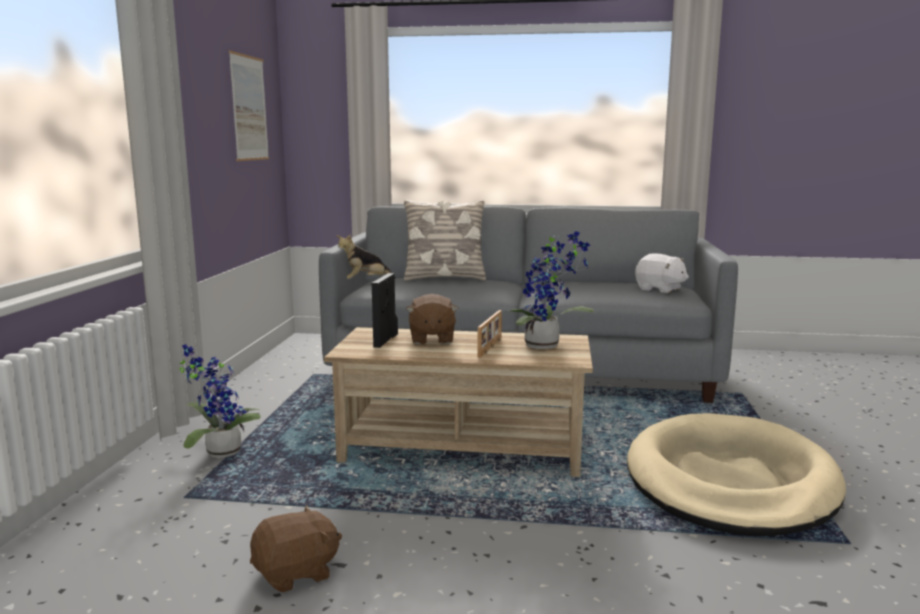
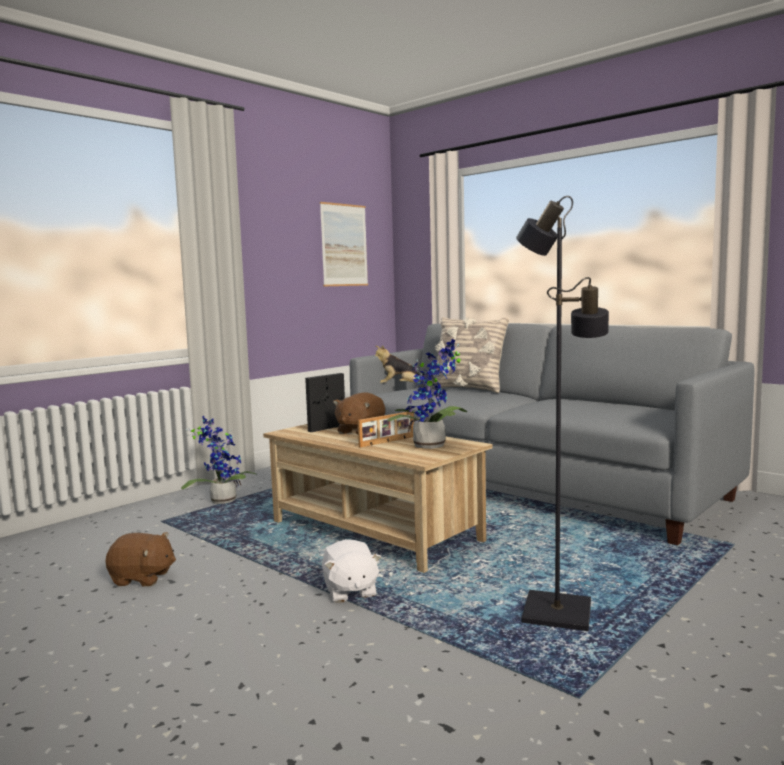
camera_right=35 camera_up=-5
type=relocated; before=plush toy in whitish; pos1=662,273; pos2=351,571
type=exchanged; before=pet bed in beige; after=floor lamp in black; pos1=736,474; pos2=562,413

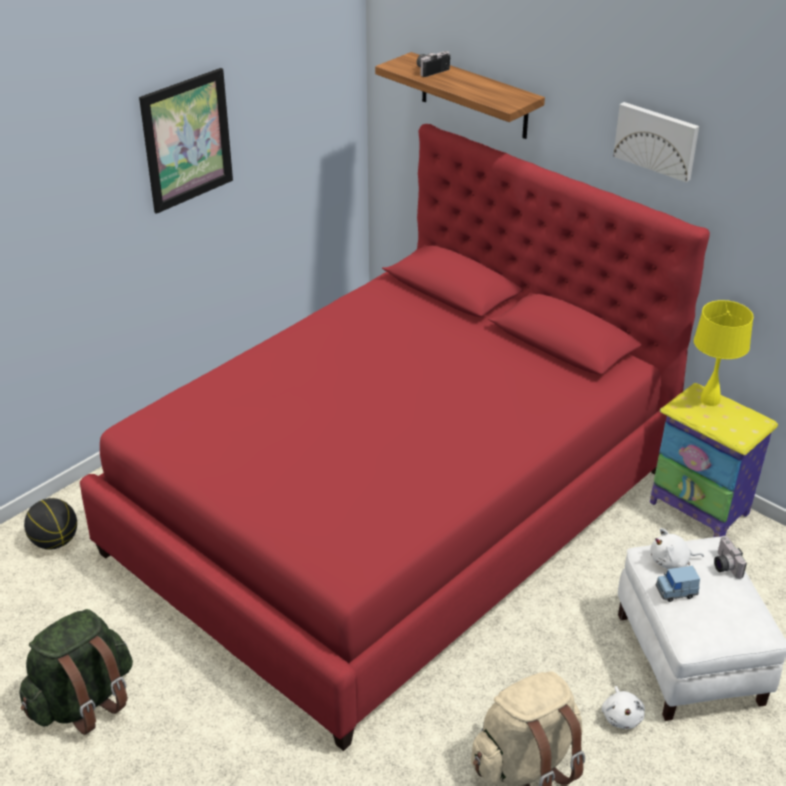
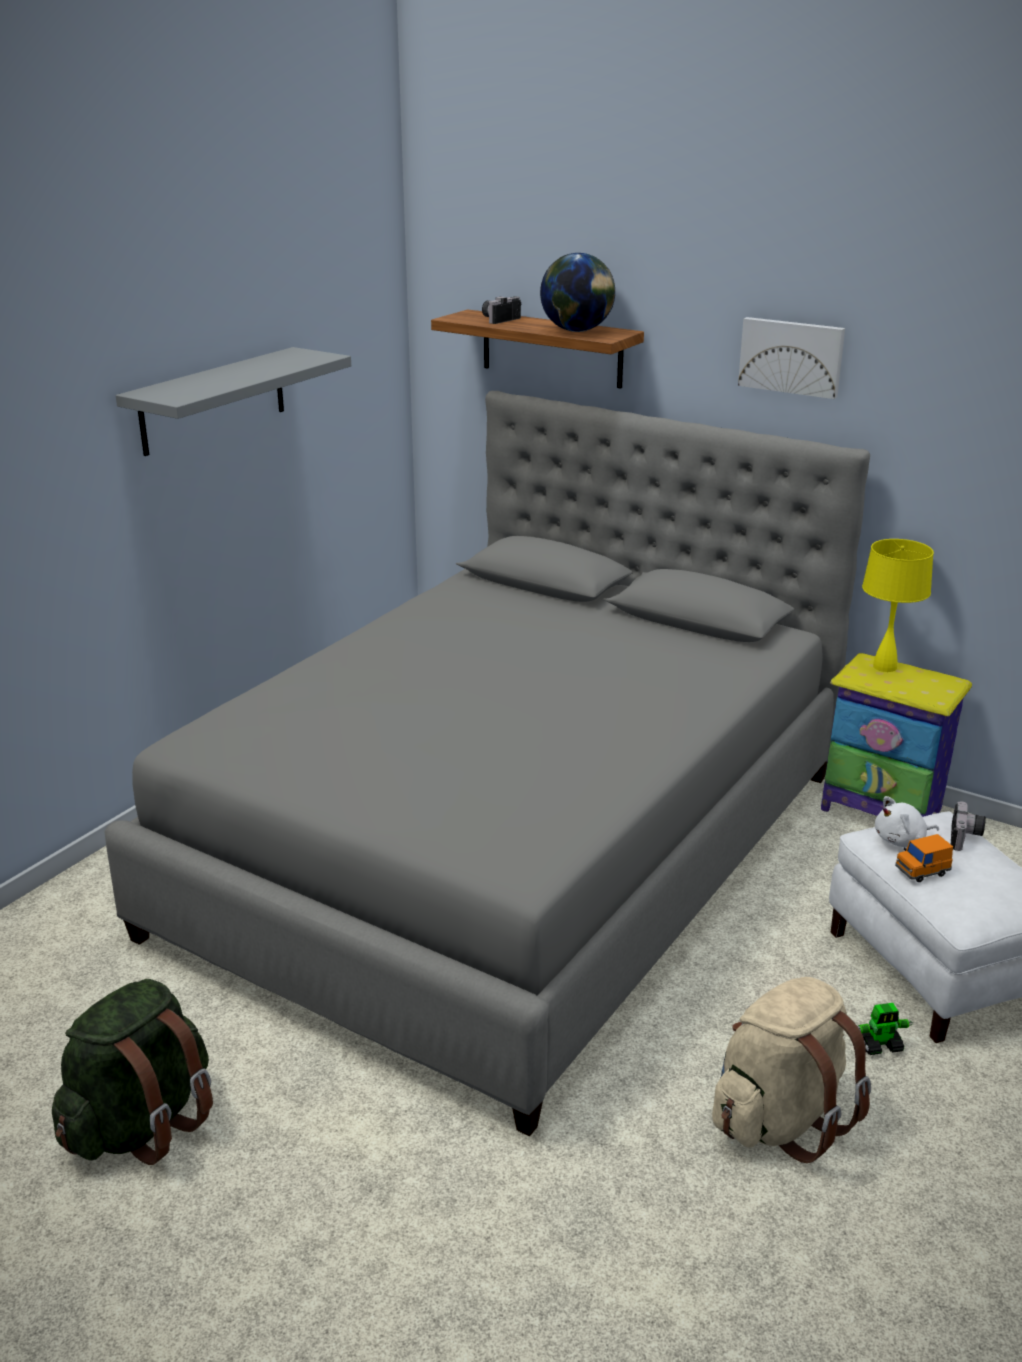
camera_right=-10 camera_up=-10
type=exchanged; before=wall art; after=bracket shelf in gray; pos1=186,141; pos2=233,401
type=colour; before=bedroom bed in reddish; after=bedroom bed in gray; pos1=395,437; pos2=487,764
type=missing; before=basketball ball; pos1=50,524
type=spun; before=photo camera; pos1=730,557; pos2=968,826; turn=-135
type=colour; before=miniature car in blue-coloured; after=miniature car in orange-coloured; pos1=678,584; pos2=924,858
type=exchanged; before=plush toy in whitish; after=robot figure; pos1=623,707; pos2=885,1029
type=appeared; after=world globe; pos2=577,292

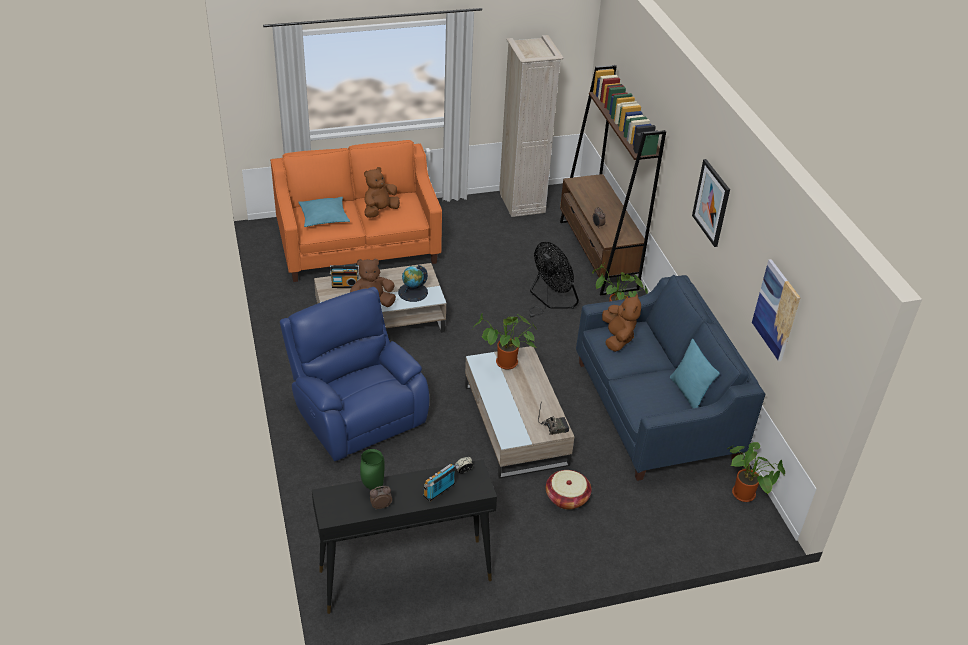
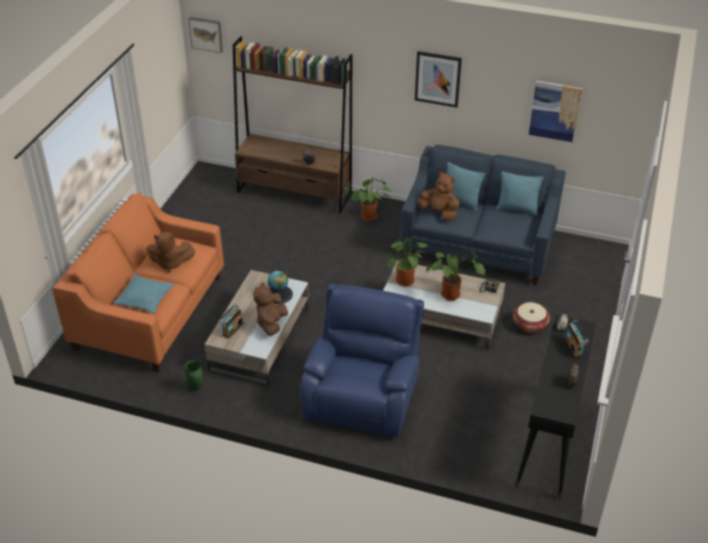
camera_right=-55 camera_up=0
type=missing; before=cabinet in beige; pos1=531,126
type=spun; before=plush toy in brown-coloured; pos1=382,192; pos2=170,252; turn=-75
type=missing; before=electric fan in black; pos1=554,279
type=spun; before=lounge chair in blue-coloured; pos1=354,374; pos2=362,361; turn=105
type=relocated; before=plant in a pot; pos1=756,472; pos2=455,275
type=relocated; before=vase in green-coloured; pos1=372,469; pos2=194,375
type=appeared; after=wall art; pos2=206,35
type=appeared; after=throw pillow in blue-green; pos2=466,186

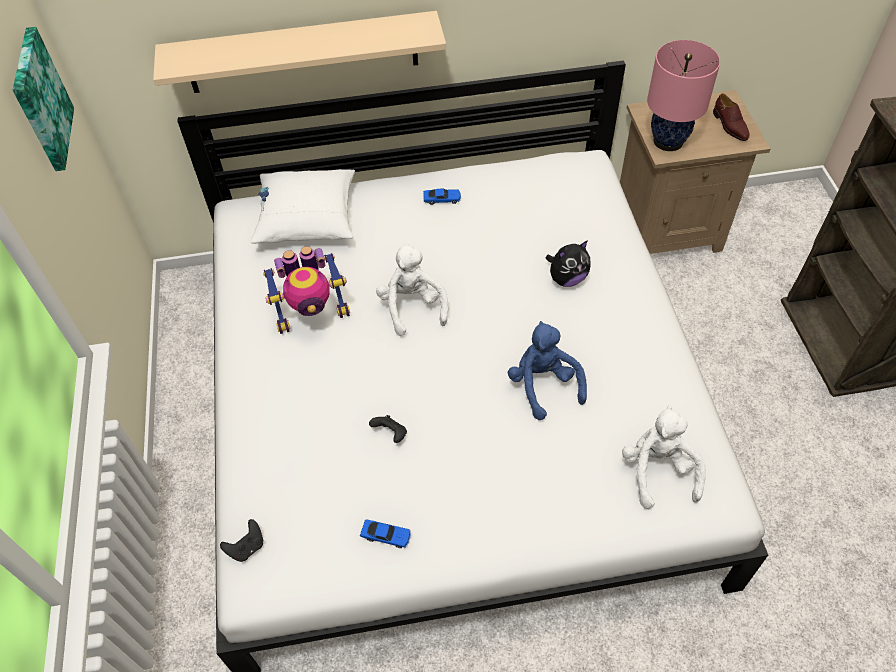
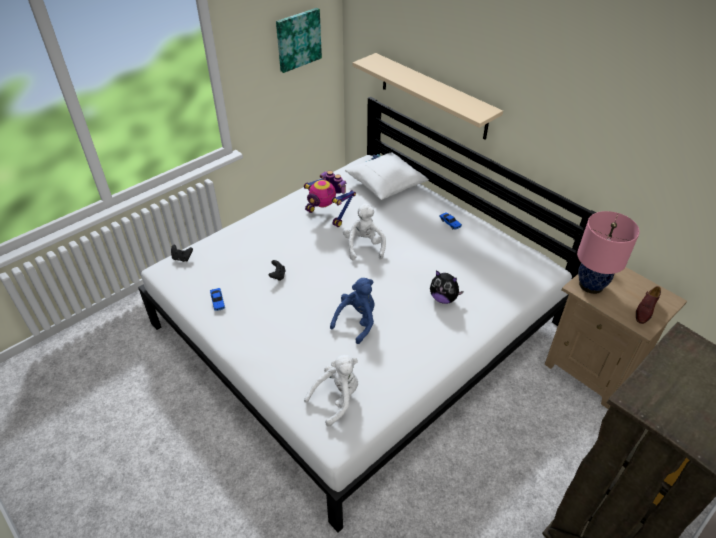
camera_right=55 camera_up=-10
type=spun; before=plush toy in whitish; pos1=412,289; pos2=364,232; turn=-45

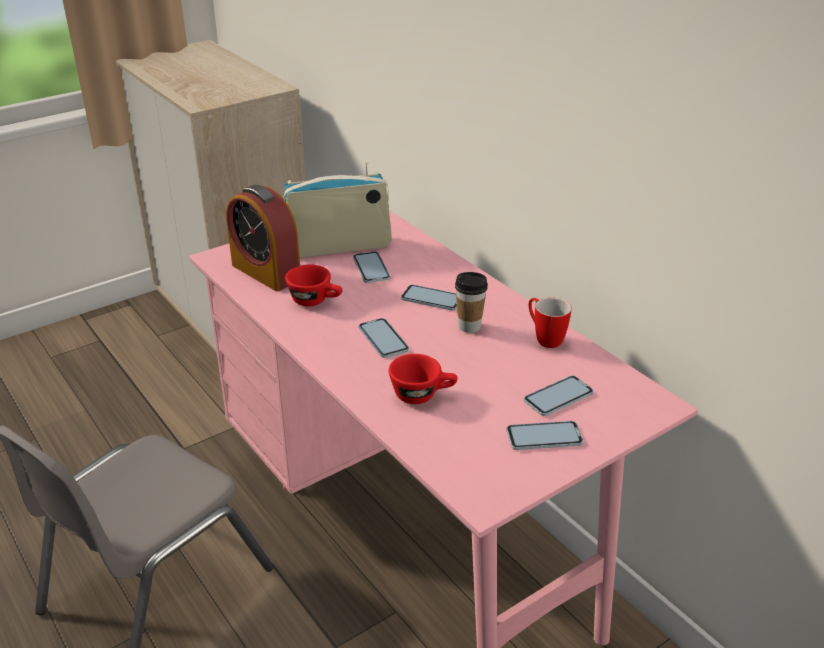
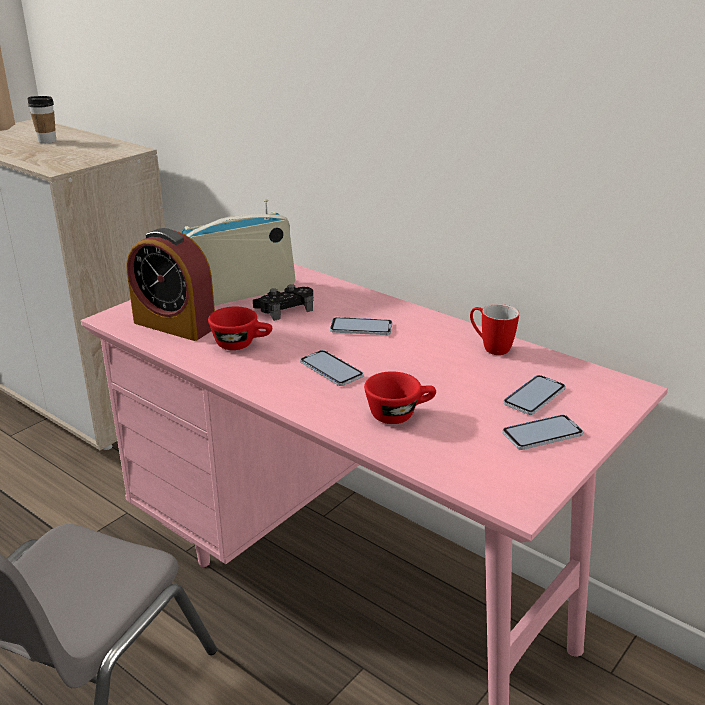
camera_right=-15 camera_up=-5
type=exchanged; before=handset; after=gamepad in black; pos1=371,267; pos2=283,302
type=relocated; before=cup; pos1=471,302; pos2=42,119

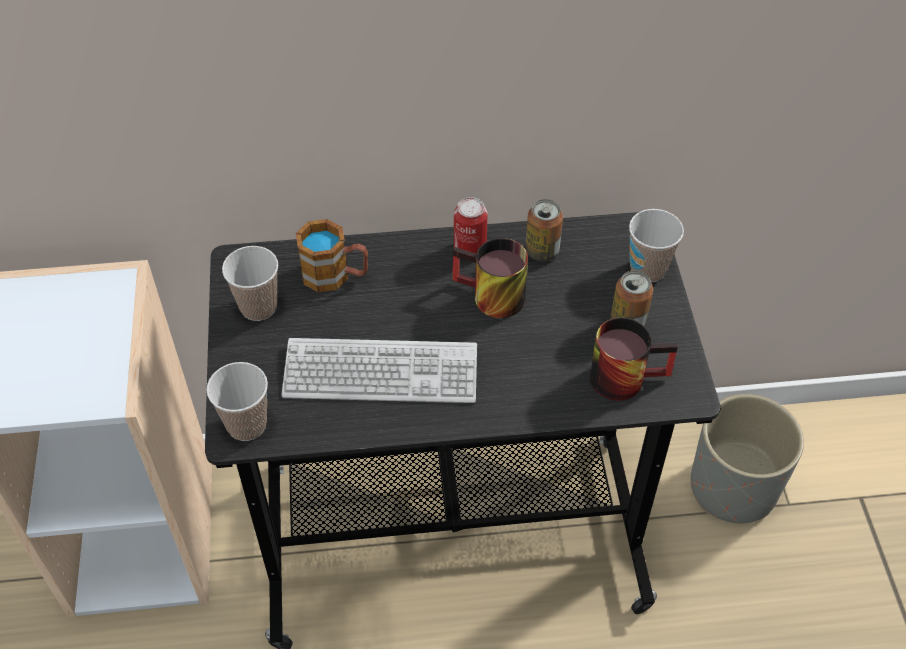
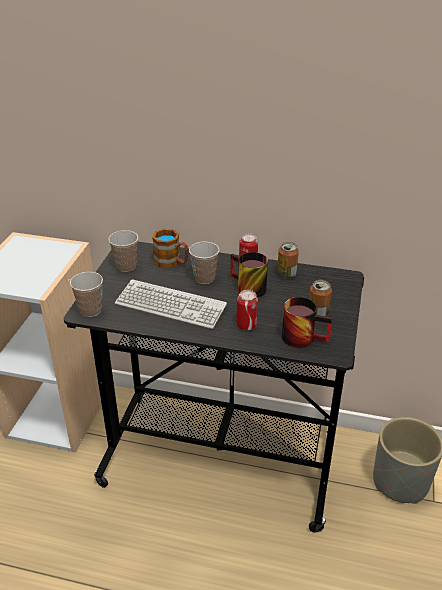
camera_right=20 camera_up=-15
type=relocated; before=cup; pos1=656,245; pos2=204,263
type=appeared; after=can; pos2=247,310

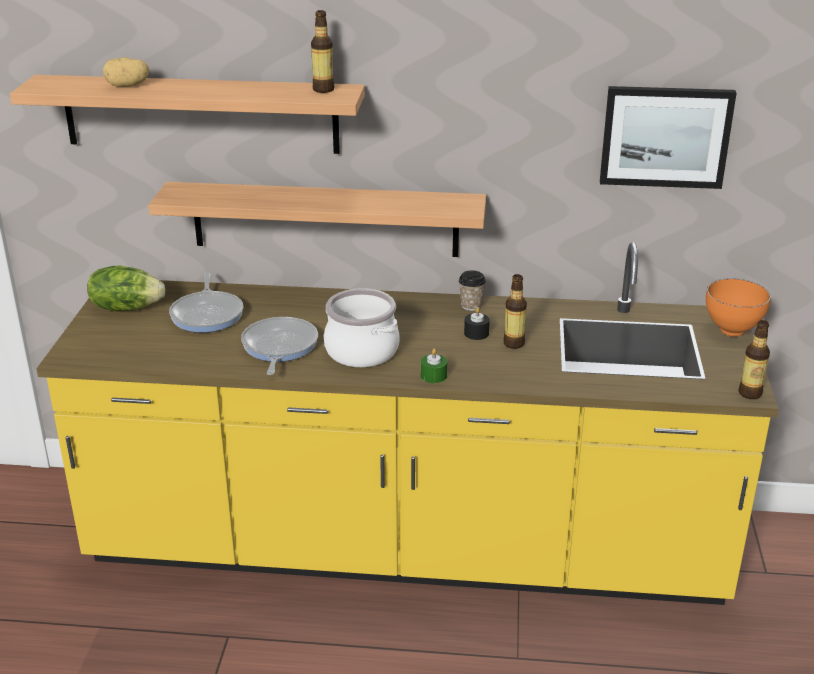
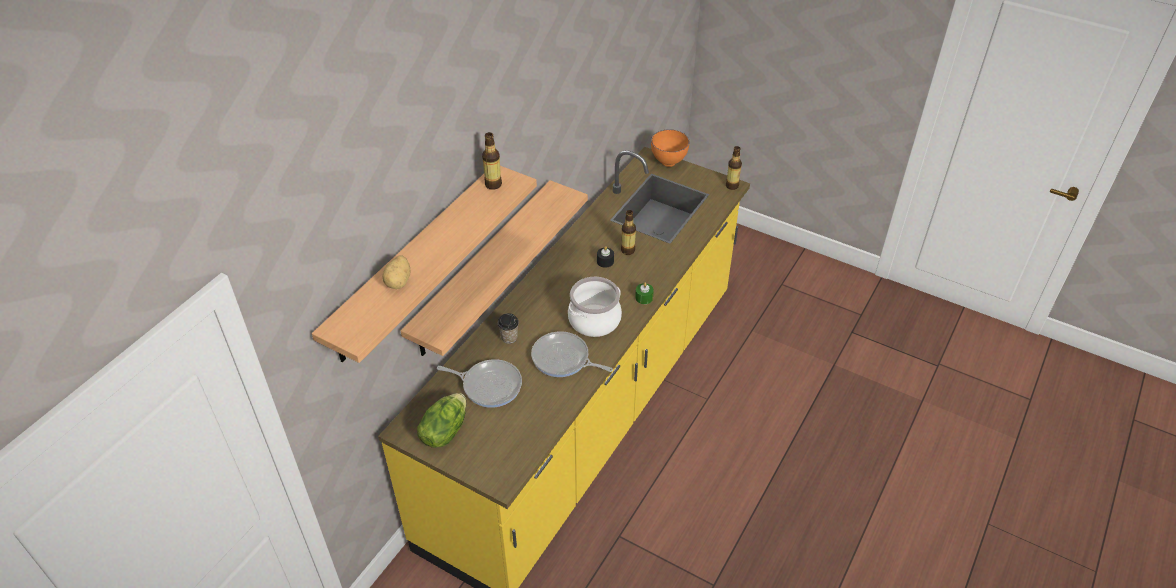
camera_right=-65 camera_up=15
type=missing; before=wall art; pos1=668,137
type=relocated; before=cup; pos1=472,291; pos2=508,328

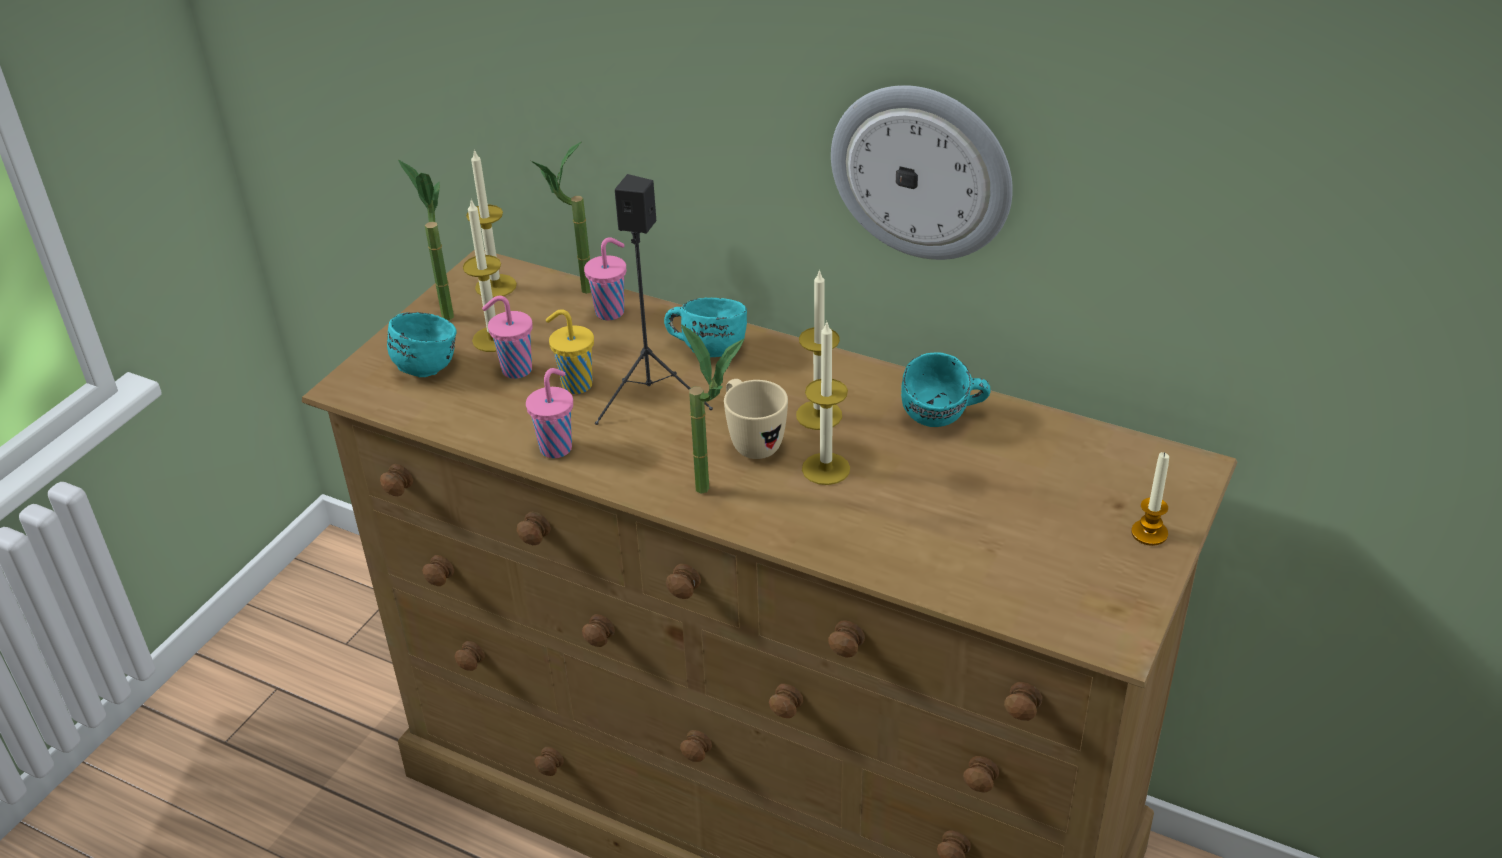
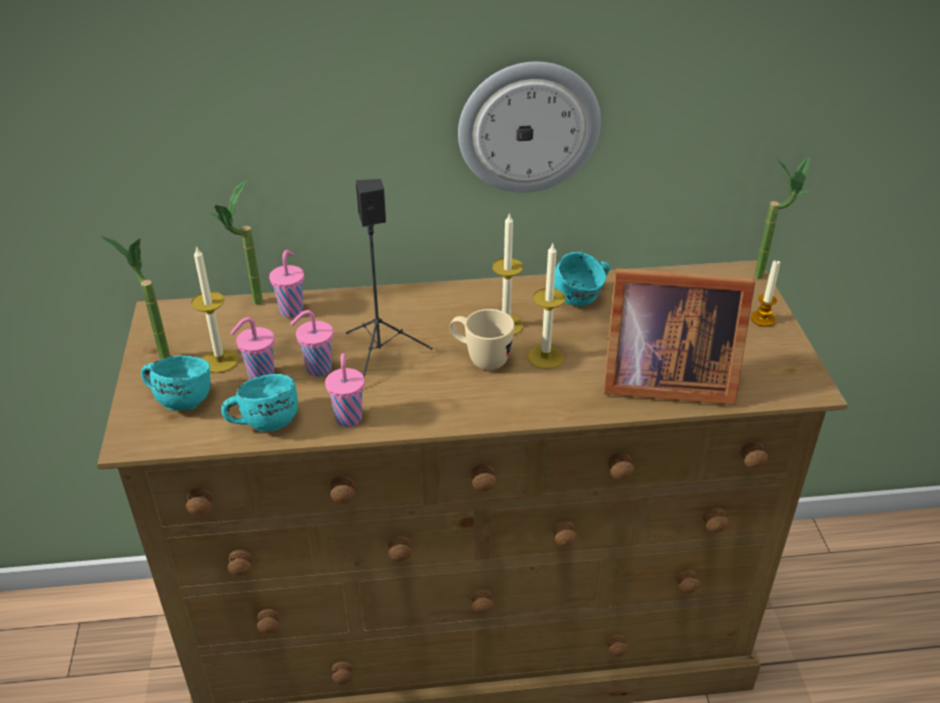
camera_right=-35 camera_up=0
type=missing; before=wax light; pos1=491,223
type=relocated; before=coffee mug in blue-green; pos1=705,327; pos2=259,402
type=colour; before=cup in yellow-coloured; after=cup in pinkish; pos1=570,351; pos2=311,343
type=relocated; before=plant in a pot; pos1=713,409; pos2=782,217
type=appeared; after=picture frame; pos2=679,336

